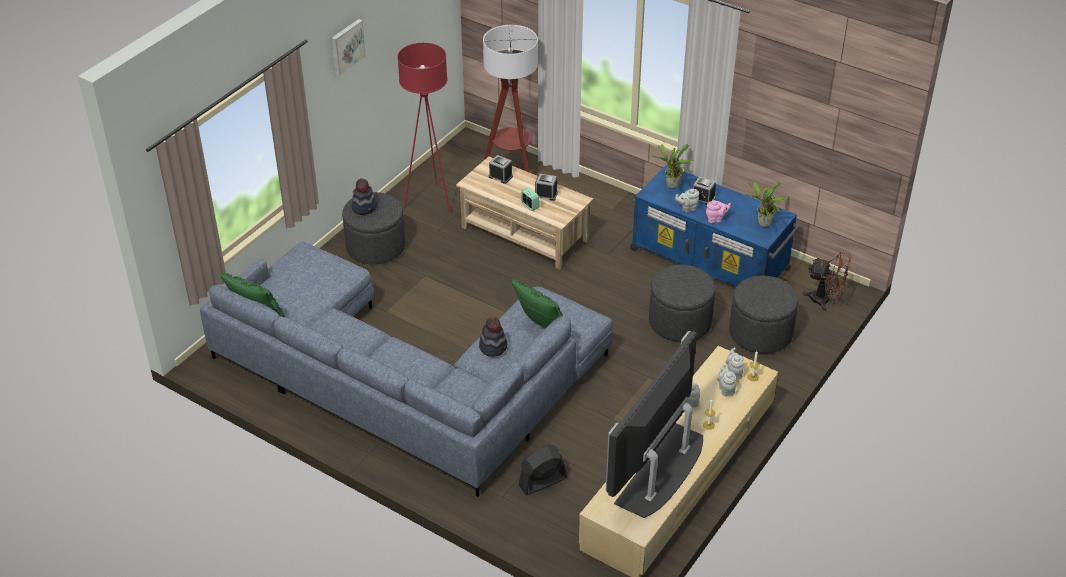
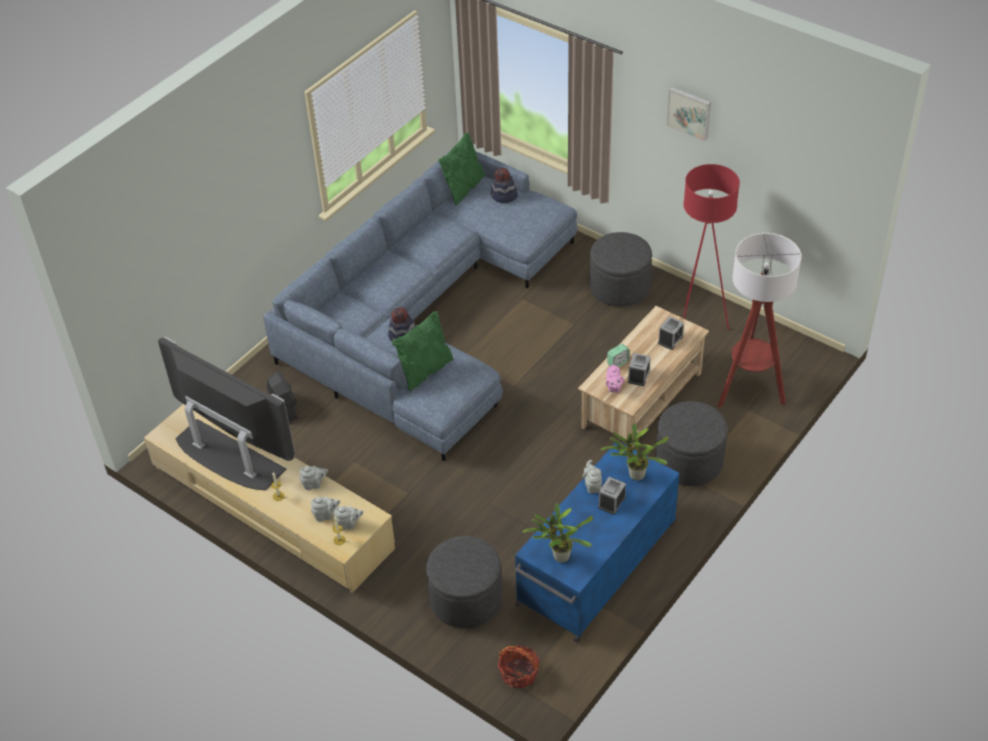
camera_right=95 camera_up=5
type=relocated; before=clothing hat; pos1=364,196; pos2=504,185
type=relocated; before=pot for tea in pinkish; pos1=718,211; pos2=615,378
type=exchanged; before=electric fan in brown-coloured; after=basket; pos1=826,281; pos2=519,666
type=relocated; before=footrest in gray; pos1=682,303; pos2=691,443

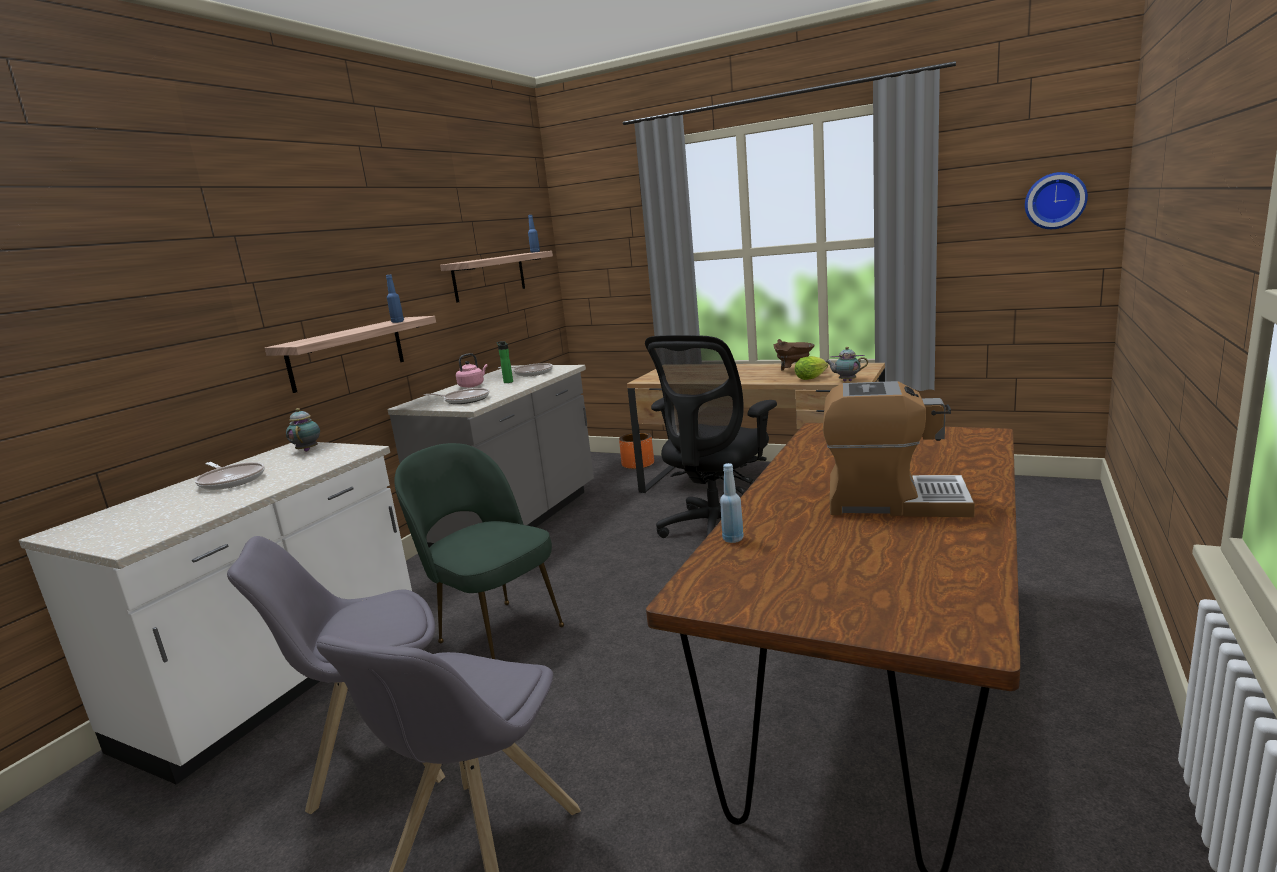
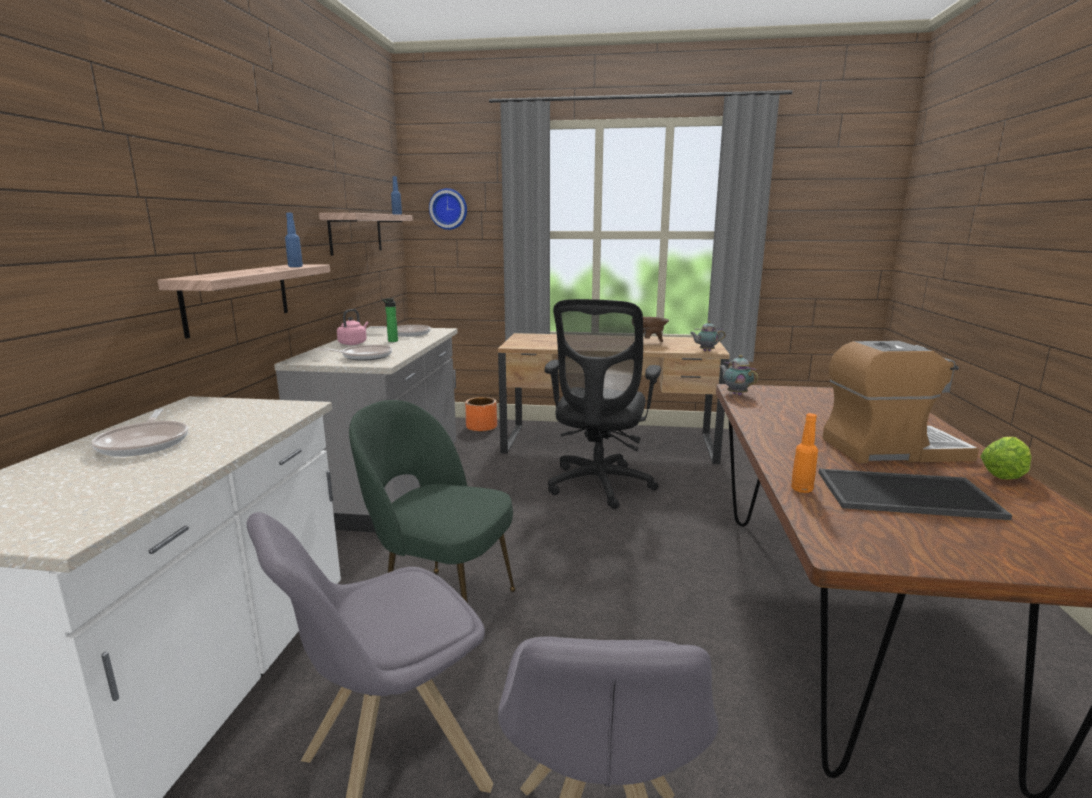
camera_right=-20 camera_up=0
type=relocated; before=clock on the wall; pos1=1056,200; pos2=448,209
type=relocated; before=lettuce; pos1=811,368; pos2=1006,458
type=relocated; before=pot for tea; pos1=303,430; pos2=739,375
type=spun; before=skillet; pos1=230,476; pos2=139,433; turn=45
type=colour; before=beverage bottle in blue-coloured; after=beverage bottle in orange-coloured; pos1=732,503; pos2=804,453
type=appeared; after=tray; pos2=915,494

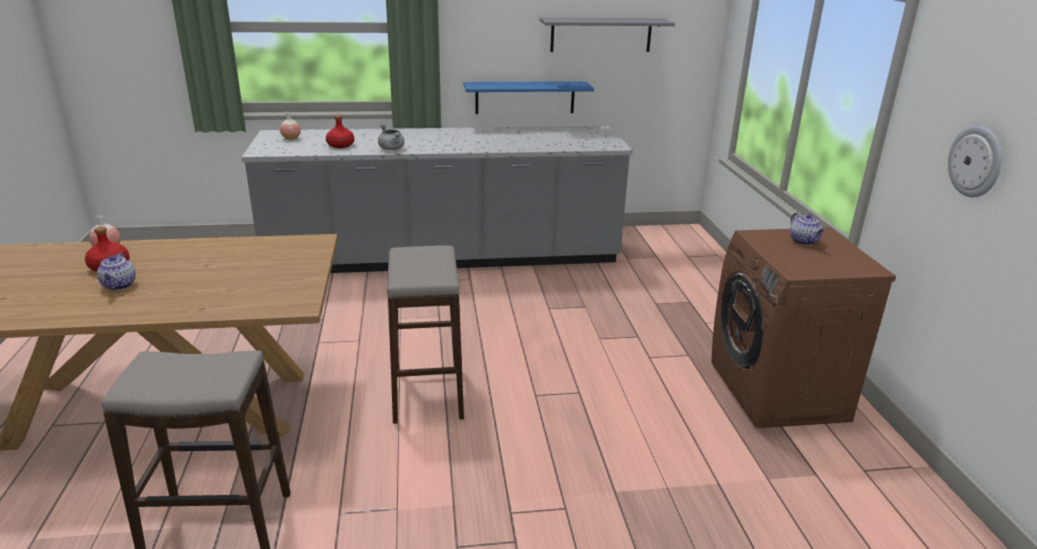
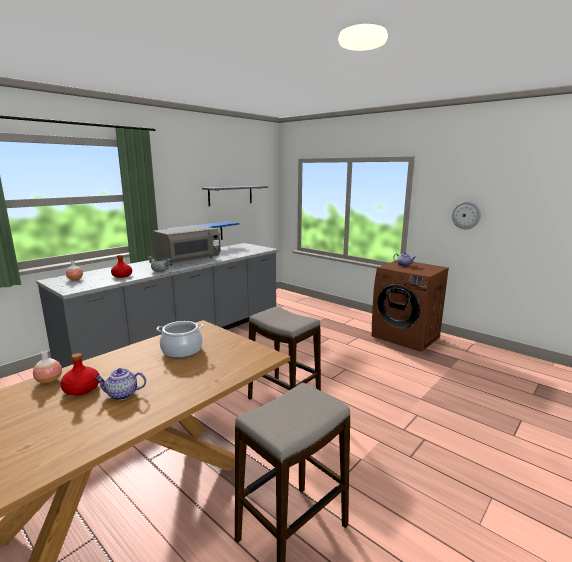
camera_right=-40 camera_up=-10
type=spun; before=pot for tea; pos1=116,271; pos2=120,384; turn=135
type=appeared; after=microwave in gray; pos2=187,245
type=appeared; after=cooking pot; pos2=180,339

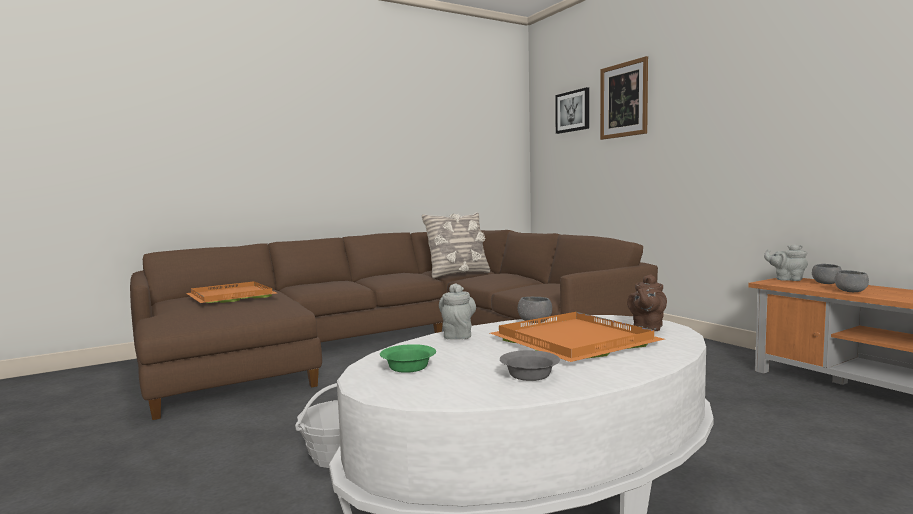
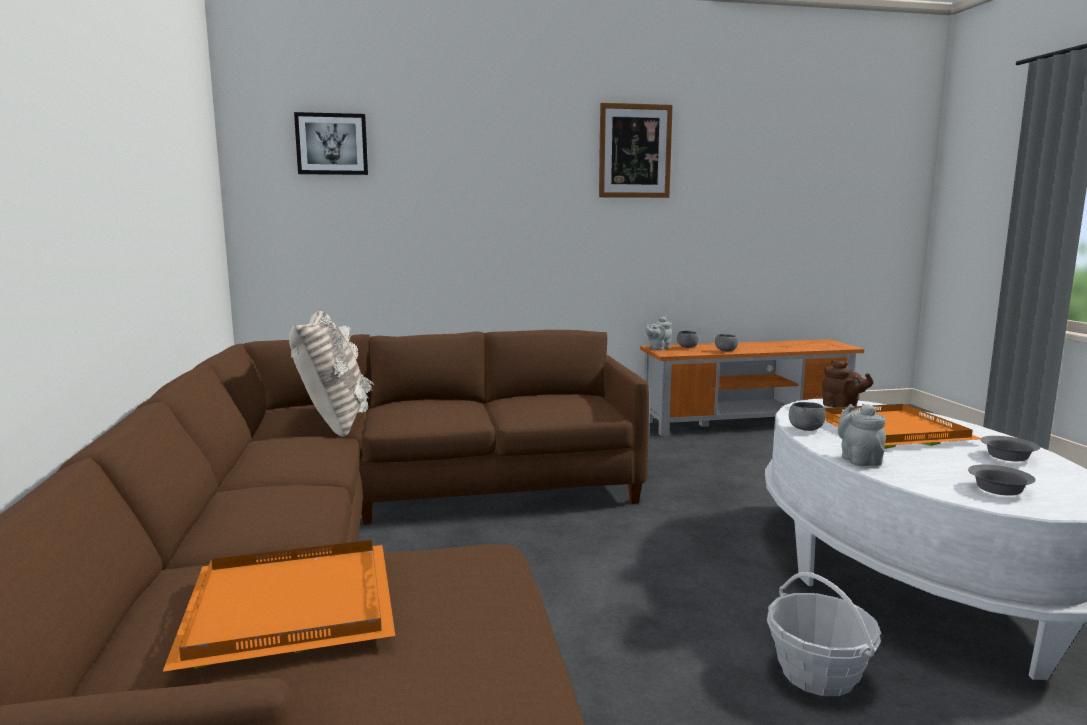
camera_right=-70 camera_up=5
type=relocated; before=wall art; pos1=624,98; pos2=636,150
type=spun; before=pot for tea in gray; pos1=457,311; pos2=862,435; turn=60
type=colour; before=serving bowl in green-coloured; after=serving bowl in gray; pos1=408,358; pos2=1002,480

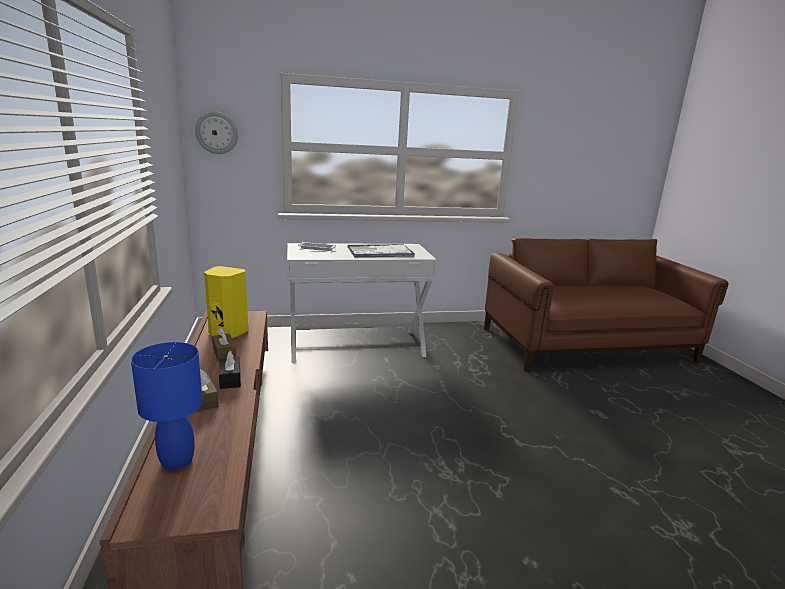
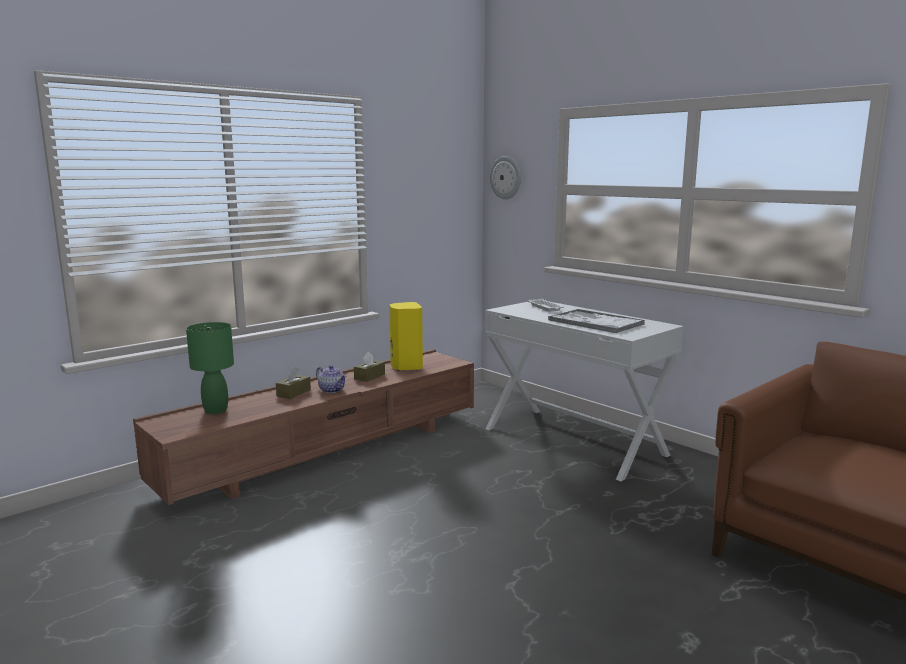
camera_right=60 camera_up=-5
type=colour; before=table lamp in blue-coloured; after=table lamp in green-coloured; pos1=167,406; pos2=210,368
type=exchanged; before=tissue box in black; after=pot for tea; pos1=230,370; pos2=331,379

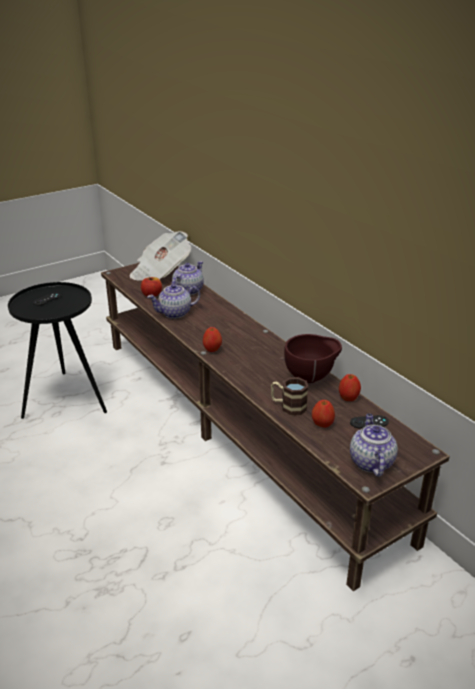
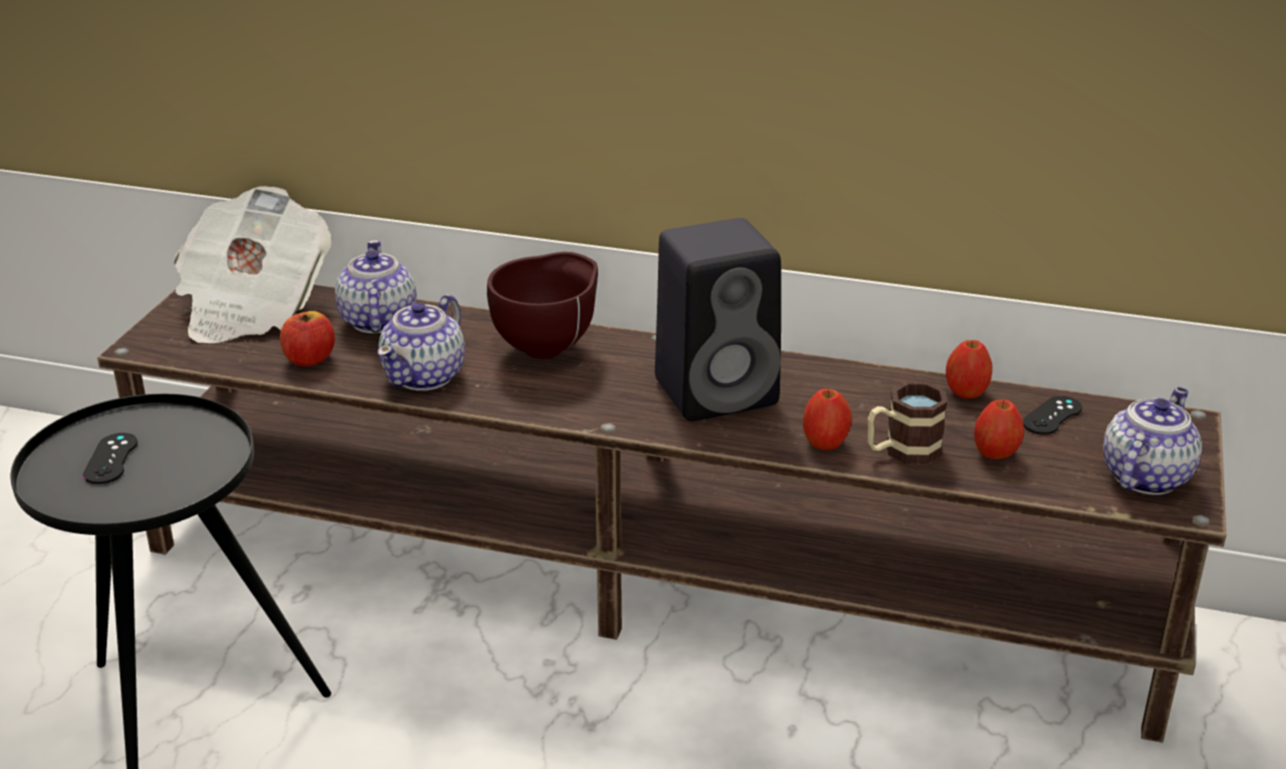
camera_right=-40 camera_up=0
type=relocated; before=apple; pos1=212,339; pos2=827,419
type=relocated; before=serving bowl in brown-coloured; pos1=313,358; pos2=542,305
type=spun; before=pot for tea; pos1=374,445; pos2=1152,441; turn=75
type=appeared; after=loudspeaker in black; pos2=718,319

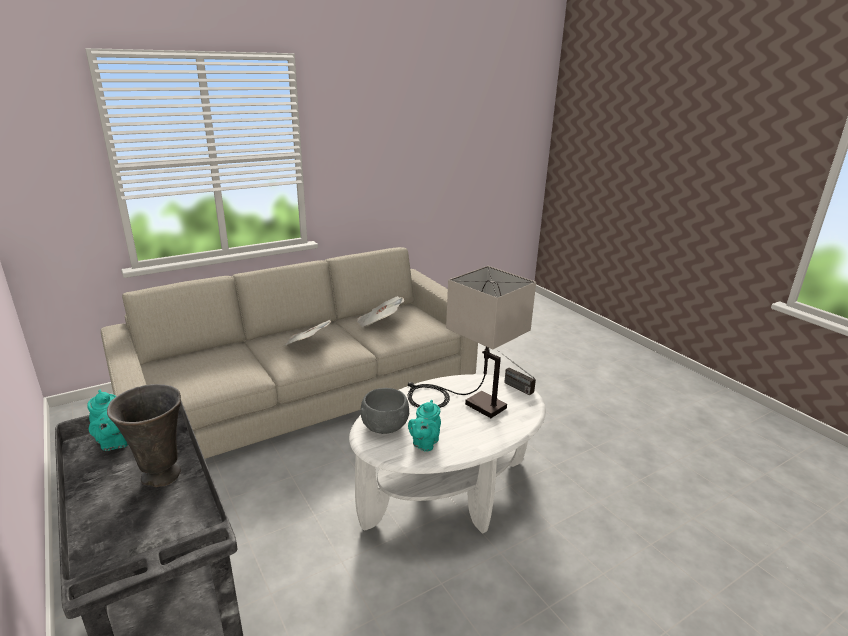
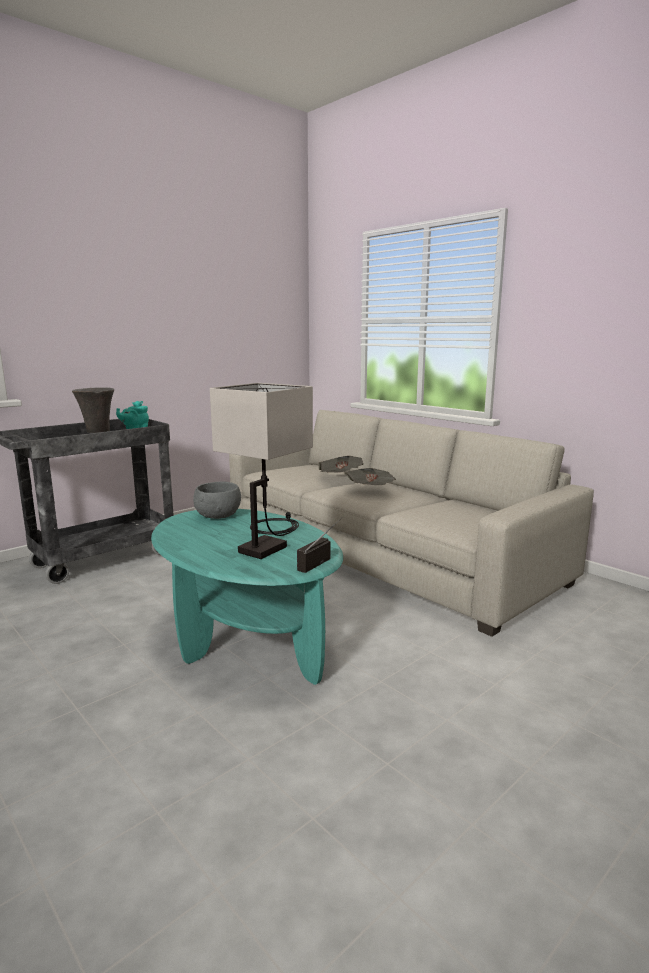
camera_right=80 camera_up=-10
type=relocated; before=daily paper; pos1=380,312; pos2=340,464
type=colour; before=lounge table in whitish; after=lounge table in blue-green; pos1=447,453; pos2=247,597
type=missing; before=pot for tea in blue-green; pos1=424,426

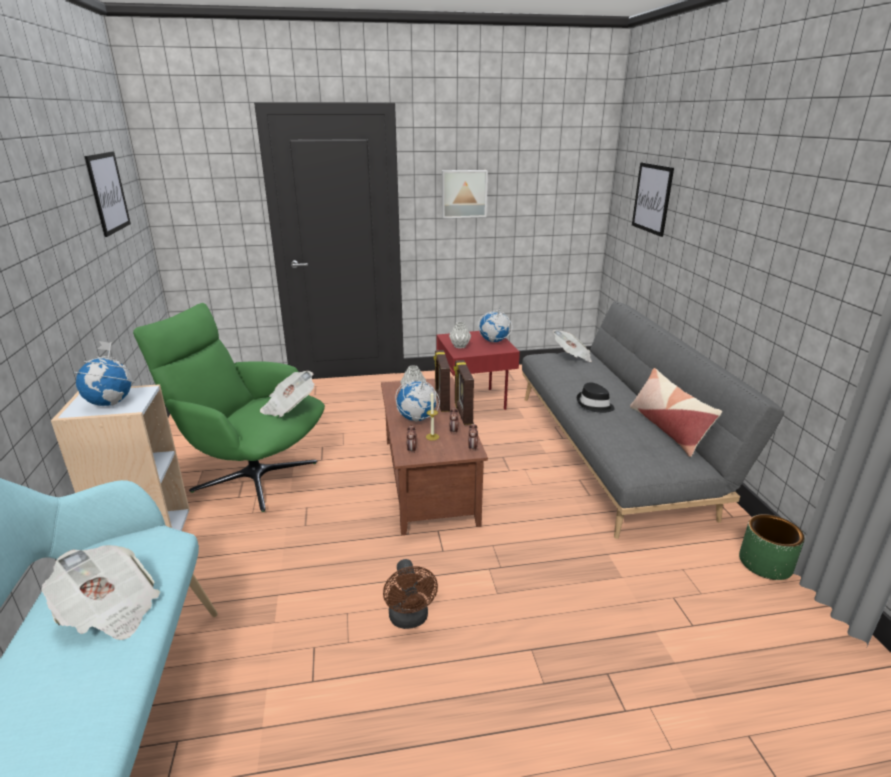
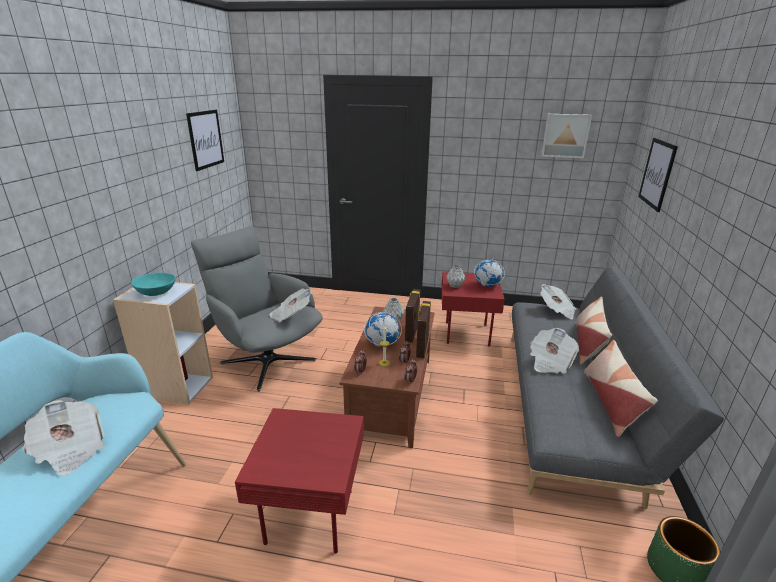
camera_right=20 camera_up=0
type=relocated; before=wall art; pos1=465,194; pos2=566,136
type=colour; before=lounge chair in green-coloured; after=lounge chair in gray; pos1=229,407; pos2=257,309
type=exchanged; before=world globe; after=serving bowl in blue-green; pos1=104,373; pos2=153,284
type=exchanged; before=clothing hat in black; after=daily paper; pos1=595,397; pos2=554,351
type=exchanged; before=electric fan in brown-coloured; after=accent table in reddish; pos1=410,594; pos2=299,481
type=appeared; after=throw pillow; pos2=593,330

